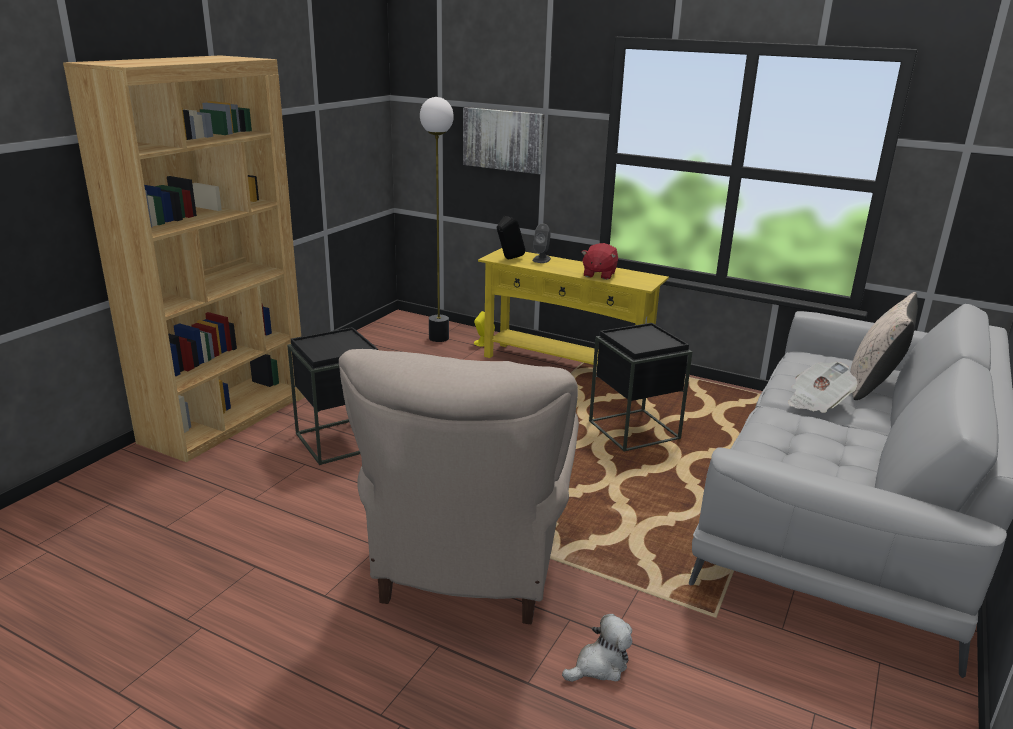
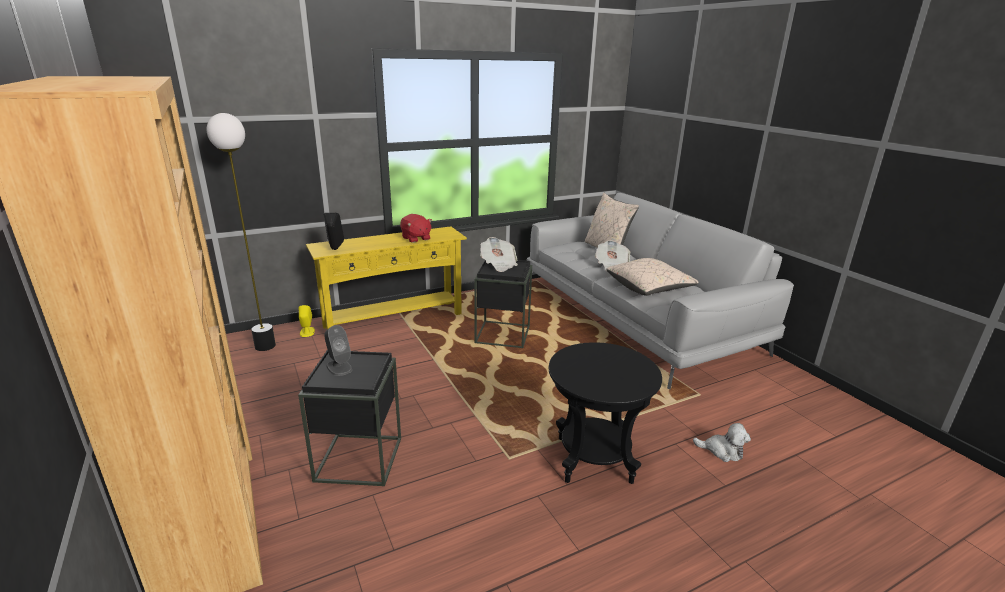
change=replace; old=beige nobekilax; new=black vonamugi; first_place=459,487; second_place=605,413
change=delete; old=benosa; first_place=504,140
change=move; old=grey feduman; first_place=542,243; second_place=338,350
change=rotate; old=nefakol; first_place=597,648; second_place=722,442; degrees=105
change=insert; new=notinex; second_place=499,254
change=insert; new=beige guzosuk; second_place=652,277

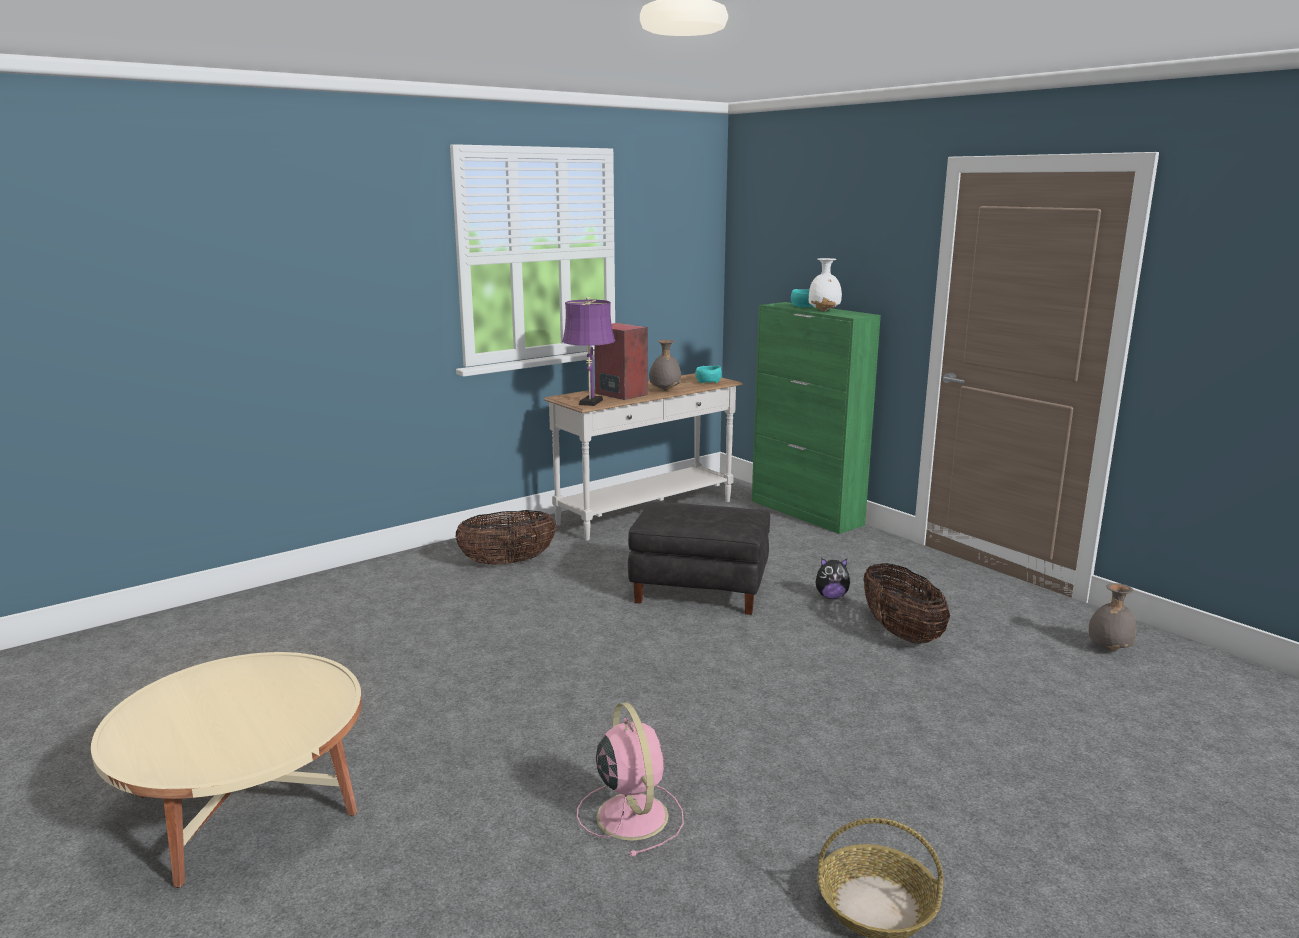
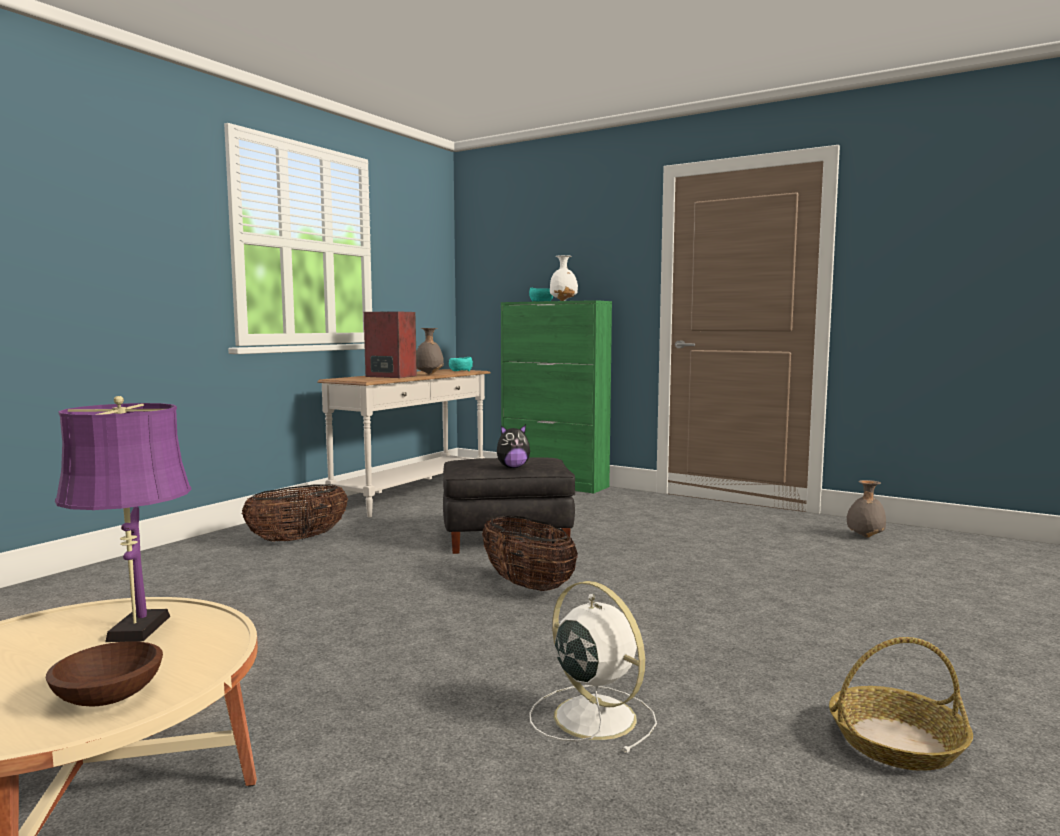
change=move; old=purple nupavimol; first_place=588,351; second_place=123,519
change=recolor; old=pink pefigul; new=white pefigul; first_place=630,779; second_place=593,667
change=move; old=nefakol; first_place=833,578; second_place=513,446
change=move; old=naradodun; first_place=907,603; second_place=530,553
change=insert; new=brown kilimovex; second_place=104,673

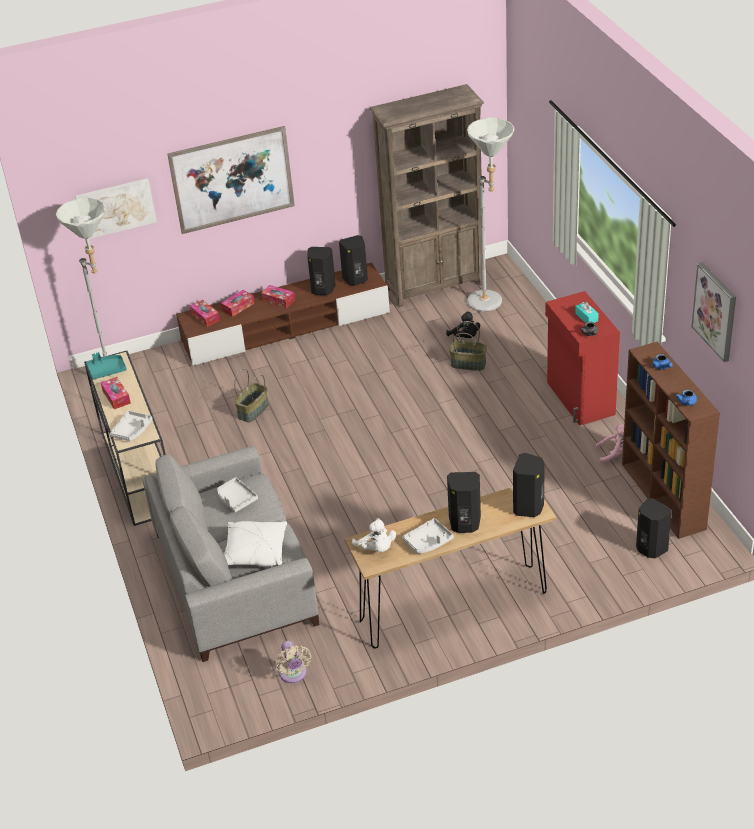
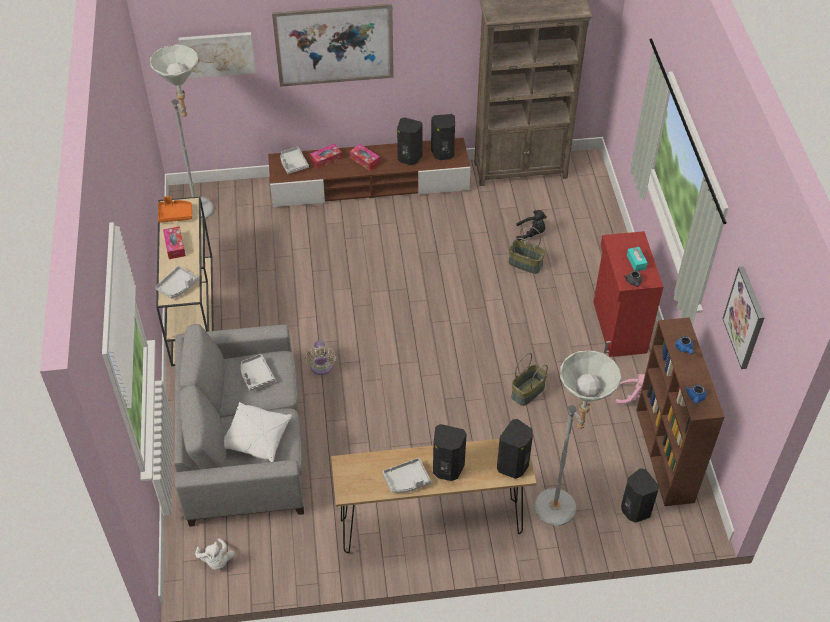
change=recolor; old=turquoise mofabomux; new=orange mofabomux; first_place=106,366; second_place=175,209
change=replace; old=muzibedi; new=grey mofabomux; first_place=205,313; second_place=295,160
change=move; old=naradodun; first_place=251,395; second_place=529,379
change=move; old=beige pefigul; first_place=293,662; second_place=320,357
change=move; old=white nefakol; first_place=374,535; second_place=214,554
change=rotate; old=black nefakol; first_place=463,324; second_place=531,225; degrees=-60
change=move; old=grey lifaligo; first_place=490,215; second_place=577,438

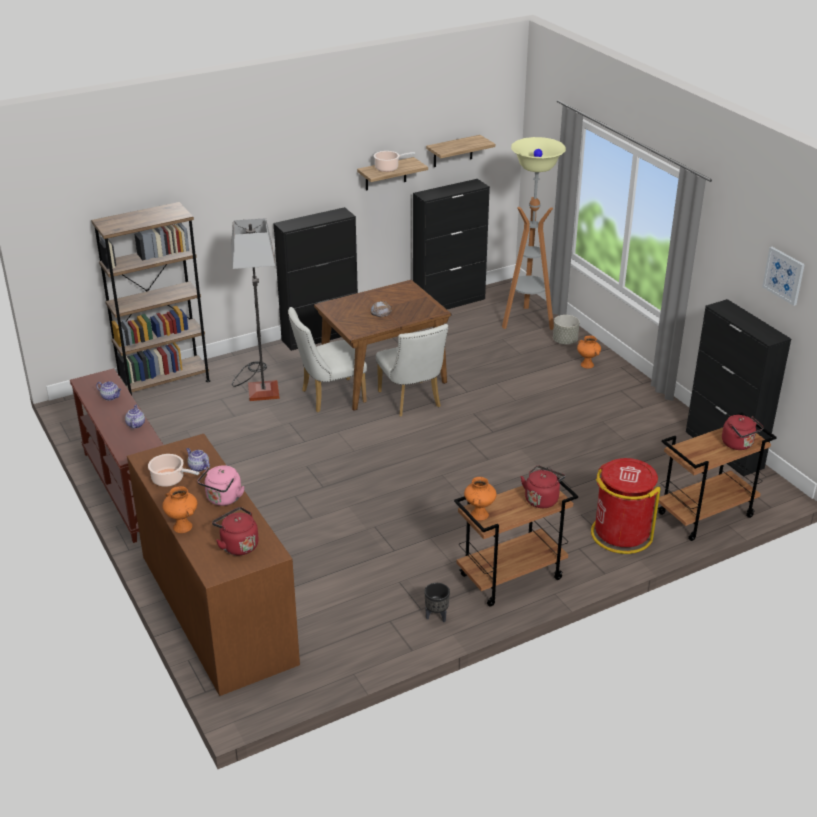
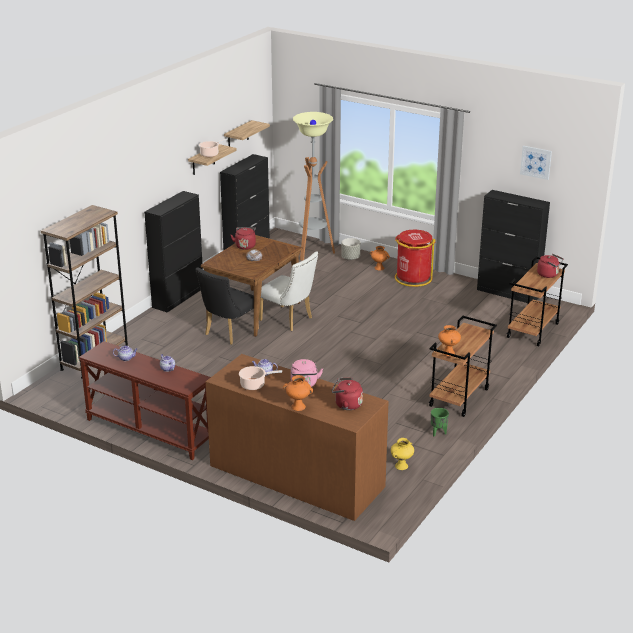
change=delete; old=lifaligo; first_place=255,309
change=recolor; old=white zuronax; new=black zuronax; first_place=327,359; second_place=227,306
change=recolor; old=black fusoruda; new=green fusoruda; first_place=437,602; second_place=440,422
change=move; old=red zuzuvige; first_place=543,486; second_place=243,238
change=move; old=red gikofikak; first_place=626,506; second_place=415,258
change=insert; new=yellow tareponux; second_place=402,454

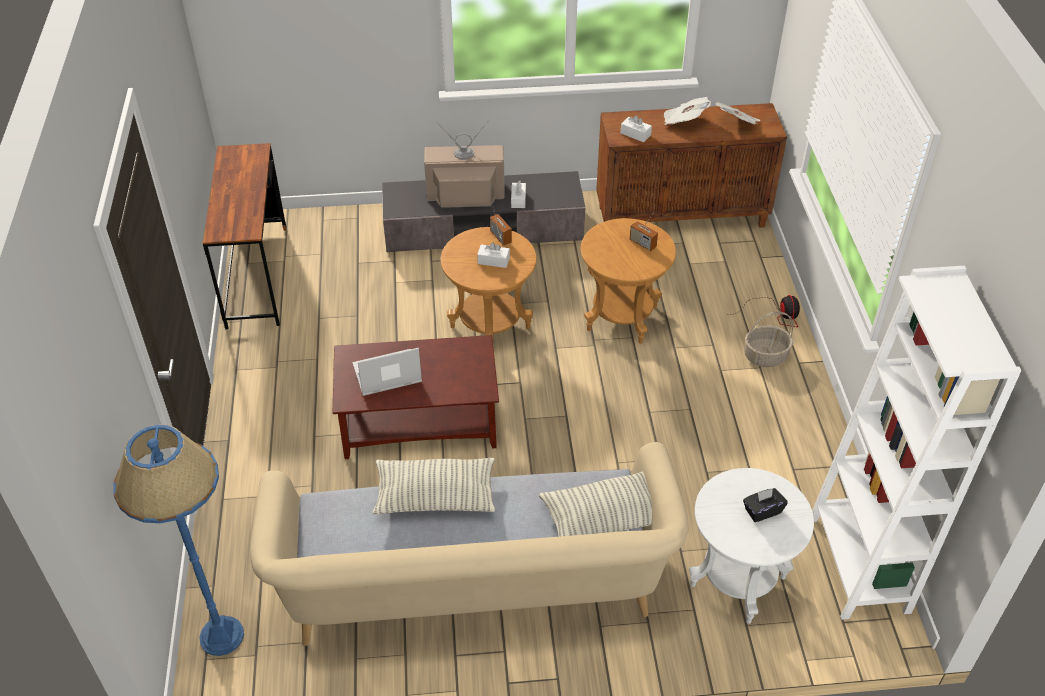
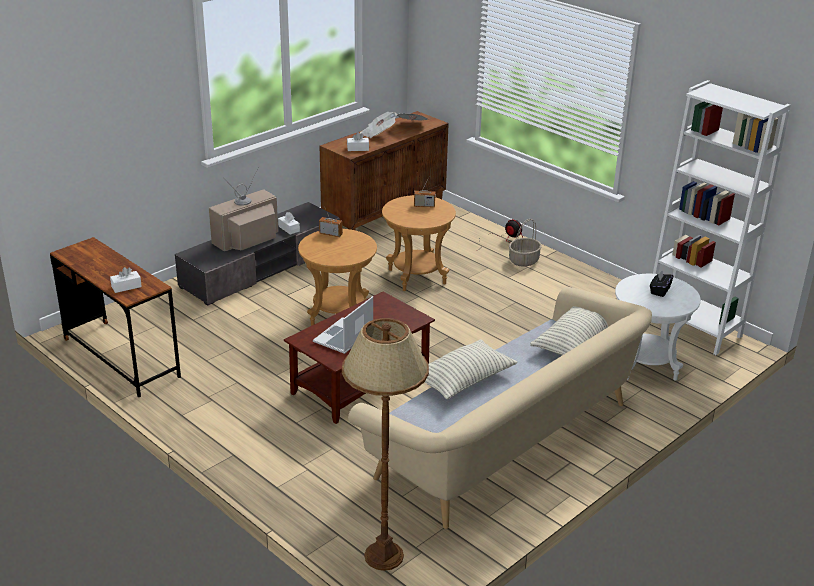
change=recolor; old=blue lifaligo; new=brown lifaligo; first_place=178,540; second_place=385,444
change=move; old=white muzibedi; first_place=493,255; second_place=126,280

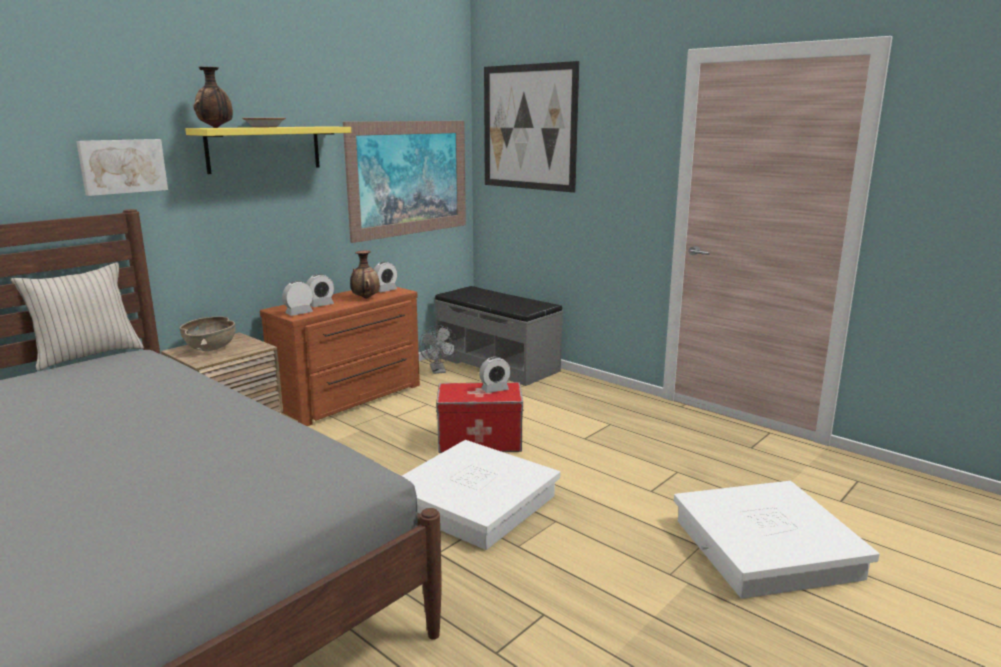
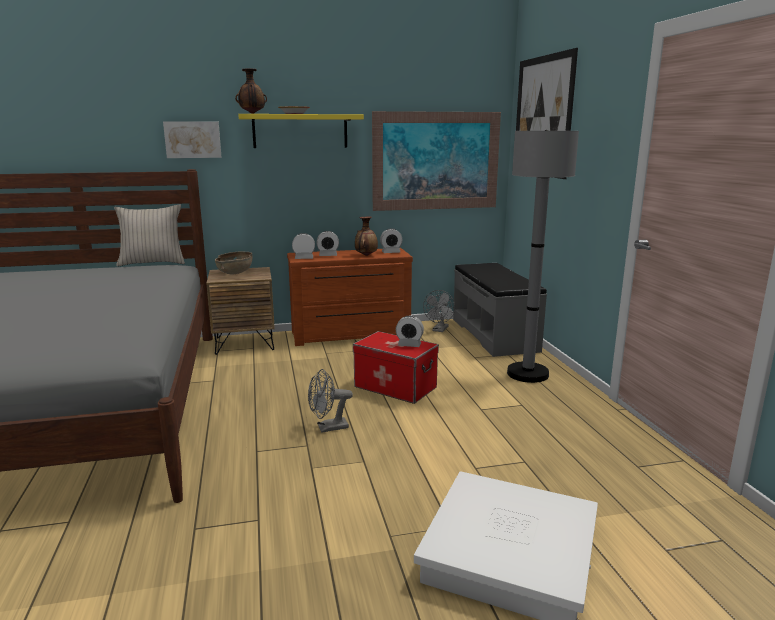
change=replace; old=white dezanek; new=grey pefigul; first_place=481,495; second_place=330,401
change=insert; new=grey lifaligo; second_place=543,256

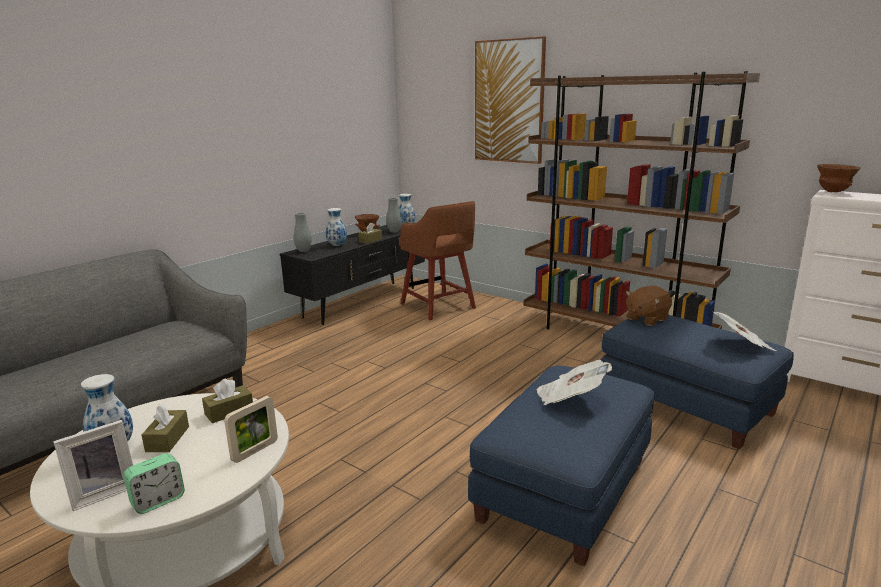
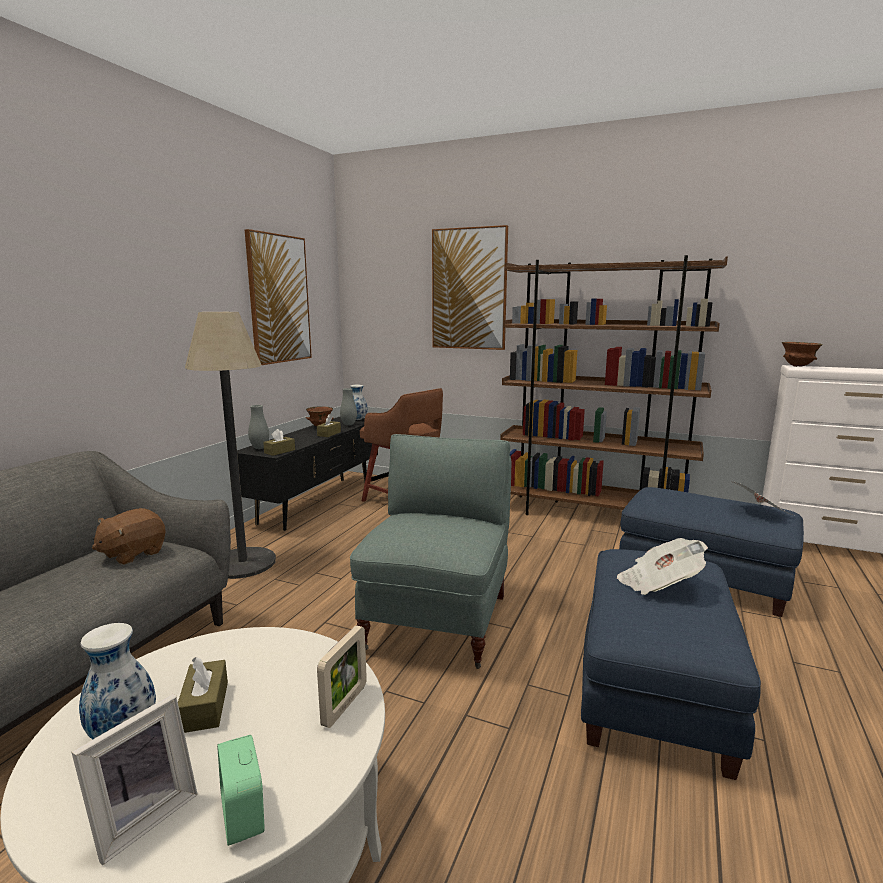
change=rotate; old=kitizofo; first_place=154,483; second_place=241,790; degrees=120
change=move; old=brown muzibedi; first_place=227,400; second_place=279,442
change=delete; old=tareponux; first_place=336,227
change=move; old=brown nefakol; first_place=649,306; second_place=129,536
change=insert; new=lifaligo; second_place=230,445
change=insert; new=benosa; second_place=278,297
change=insert; new=grey nobekilax; second_place=431,551

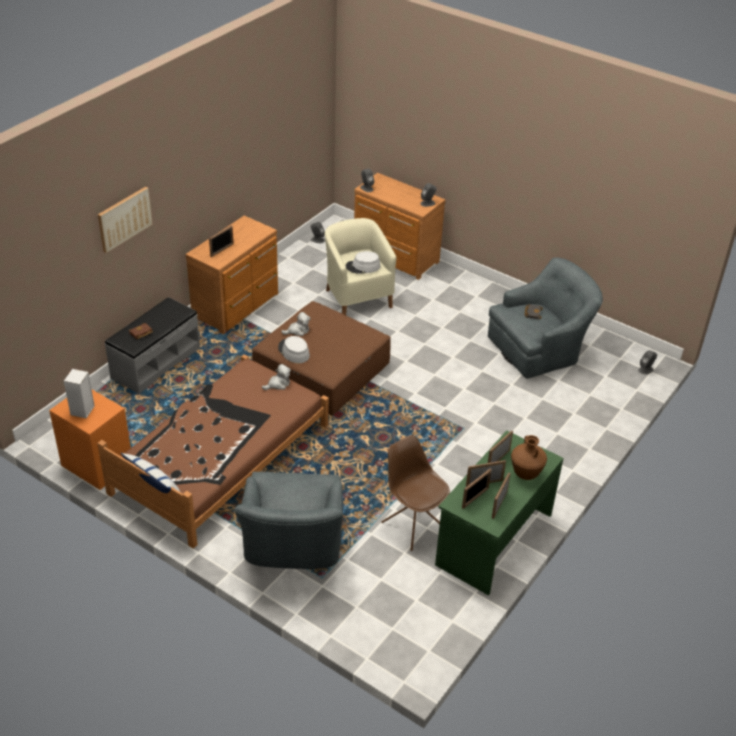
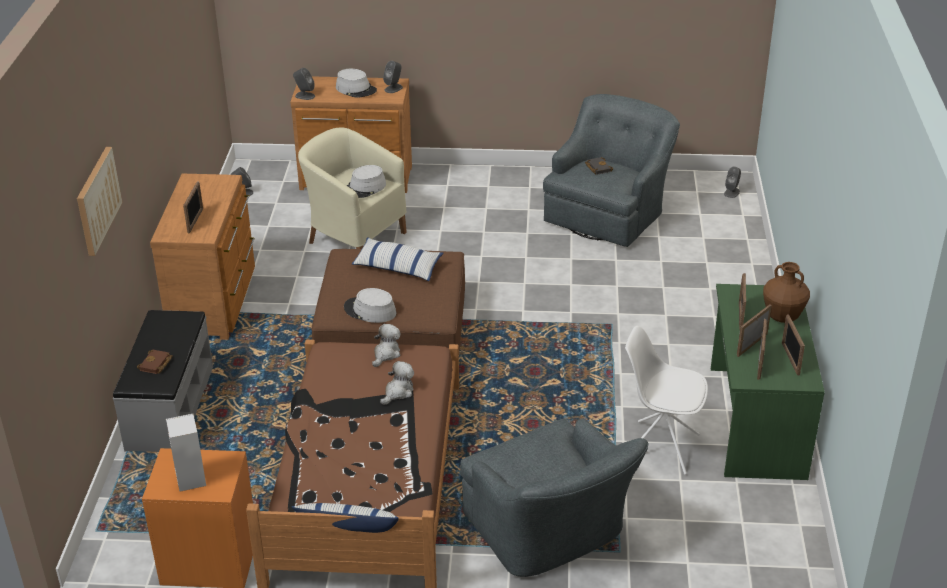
change=move; old=nefakol; first_place=296,324; second_place=397,383
change=recolor; old=brown zuronax; new=white zuronax; first_place=415,493; second_place=666,400
change=insert; new=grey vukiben; second_place=356,83
change=insert; new=guzosuk; second_place=398,259

